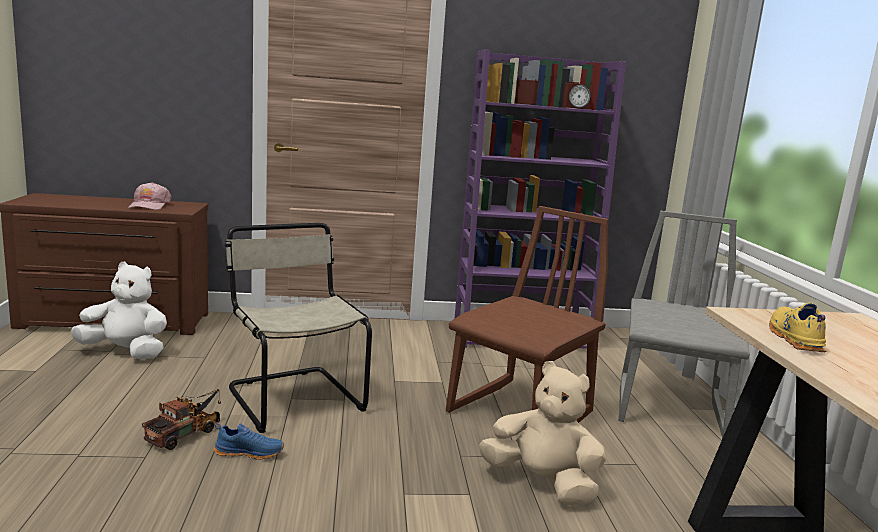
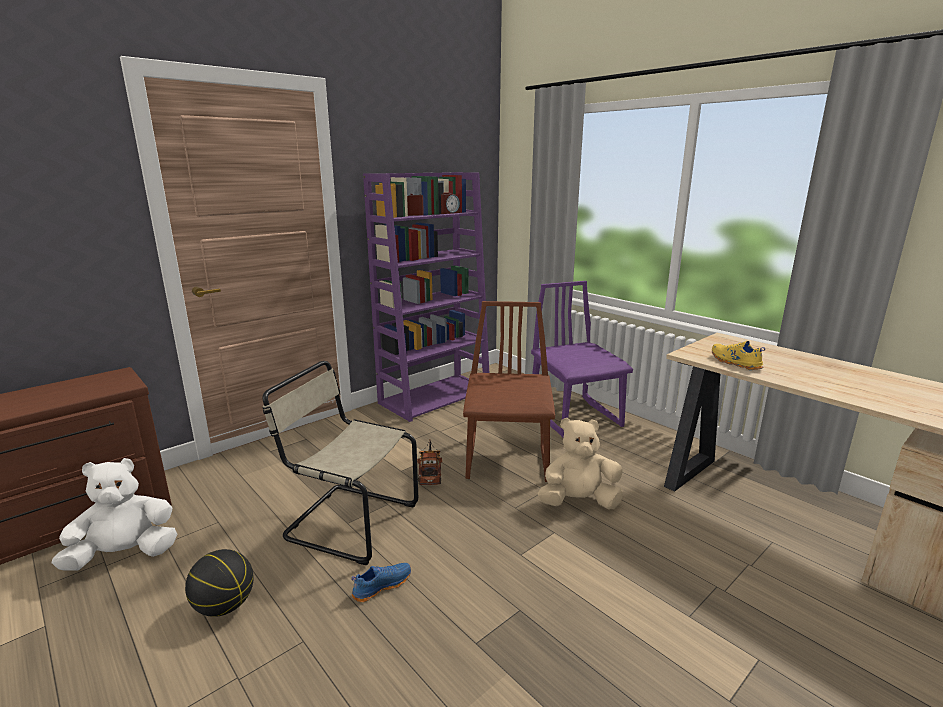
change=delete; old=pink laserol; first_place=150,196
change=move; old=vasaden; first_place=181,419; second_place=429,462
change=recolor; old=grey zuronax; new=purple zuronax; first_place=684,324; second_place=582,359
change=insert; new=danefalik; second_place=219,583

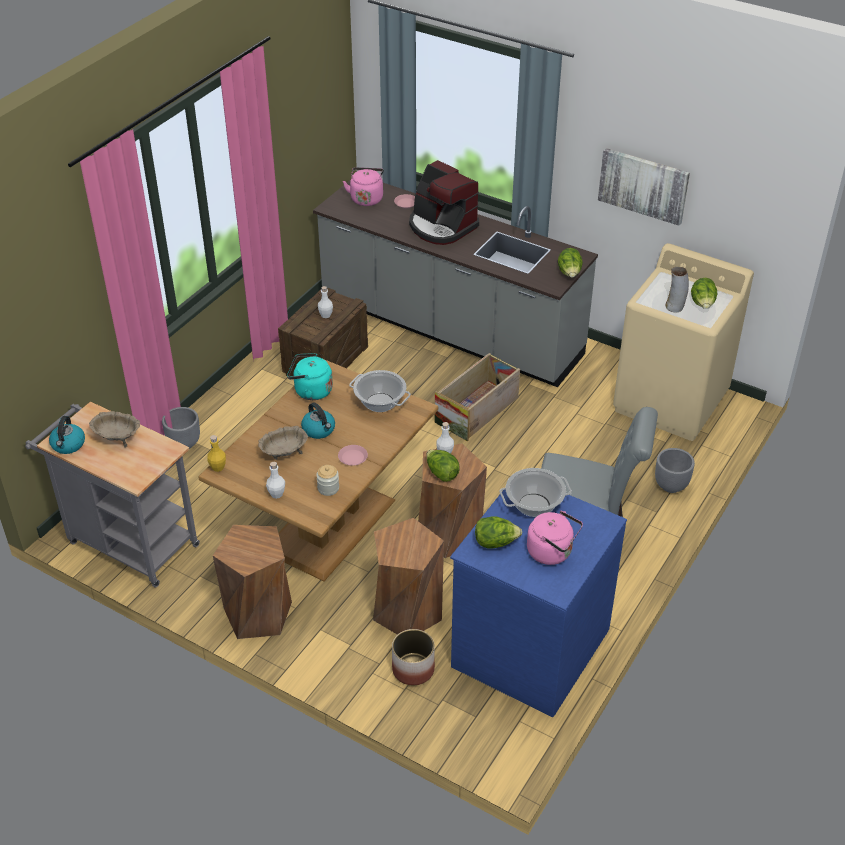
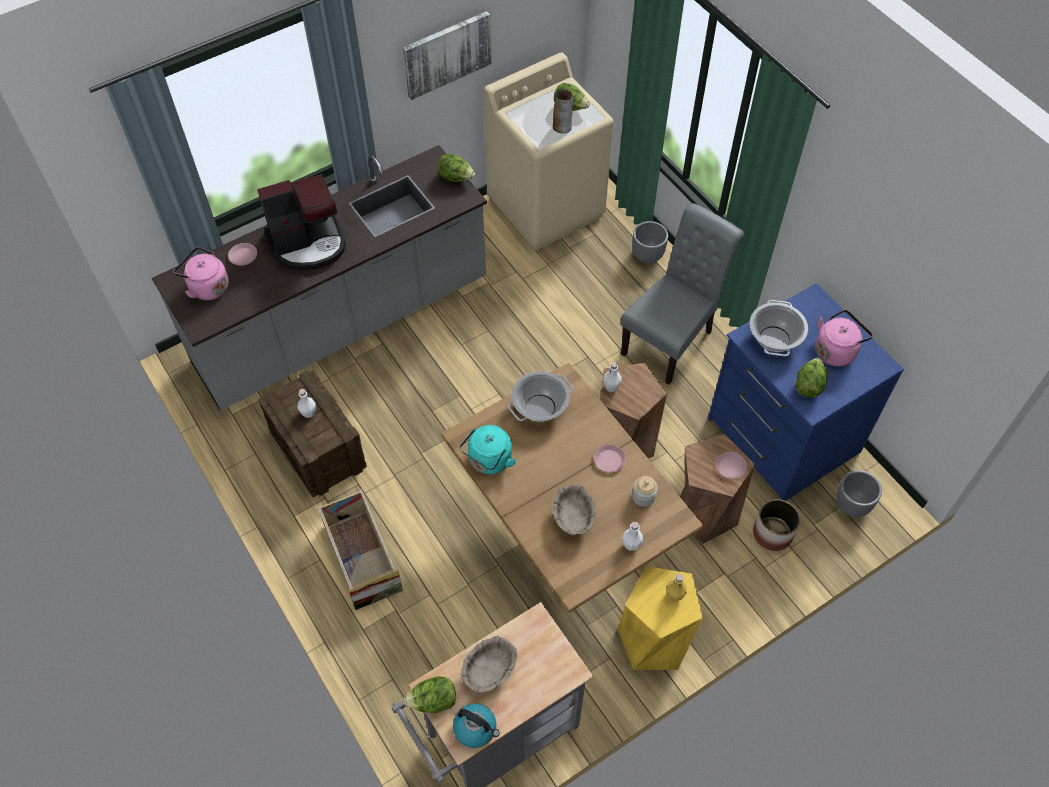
change=move; old=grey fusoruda; first_place=181,428; second_place=859,493
change=move; old=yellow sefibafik; first_place=216,453; second_place=676,588
change=recolor; old=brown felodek; new=yellow felodek; first_place=252,582; second_place=660,618
change=delete; old=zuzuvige; first_place=318,420
change=move; old=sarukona; first_place=443,466; second_place=429,694
change=move; old=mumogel; first_place=477,397; second_place=360,549
change=insert; new=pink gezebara; second_place=731,465

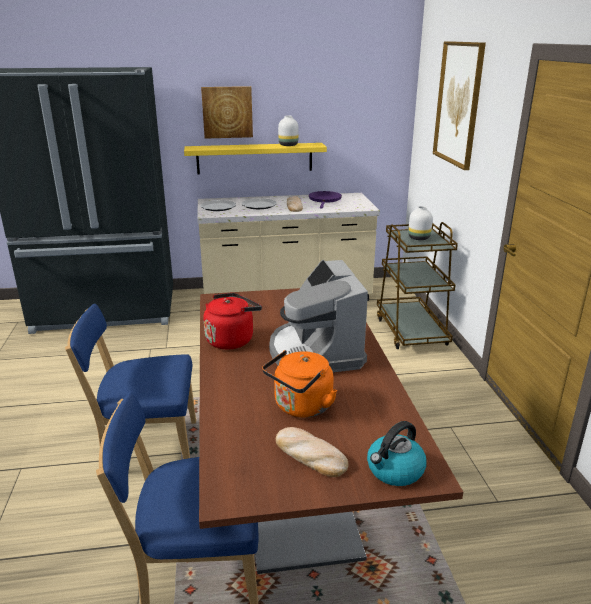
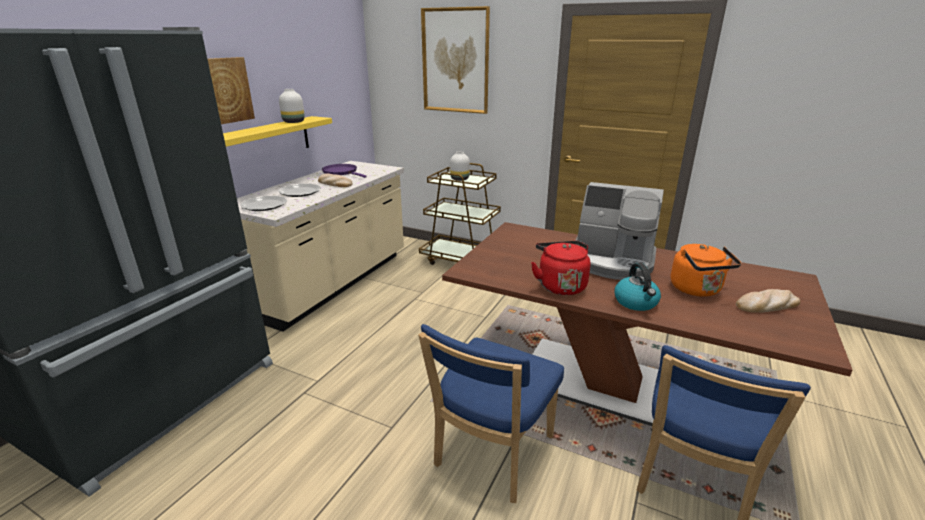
change=move; old=zuzuvige; first_place=397,453; second_place=638,287

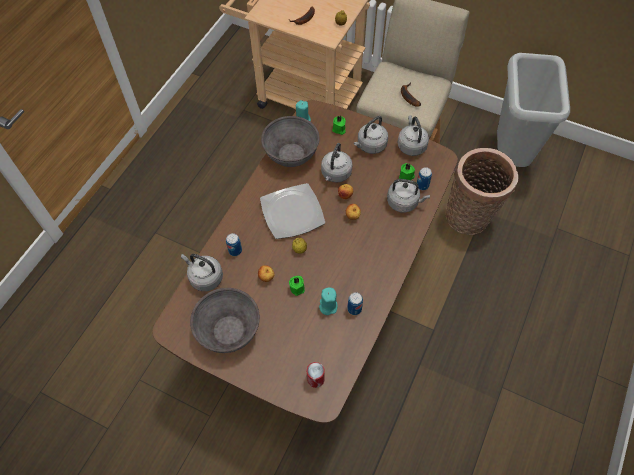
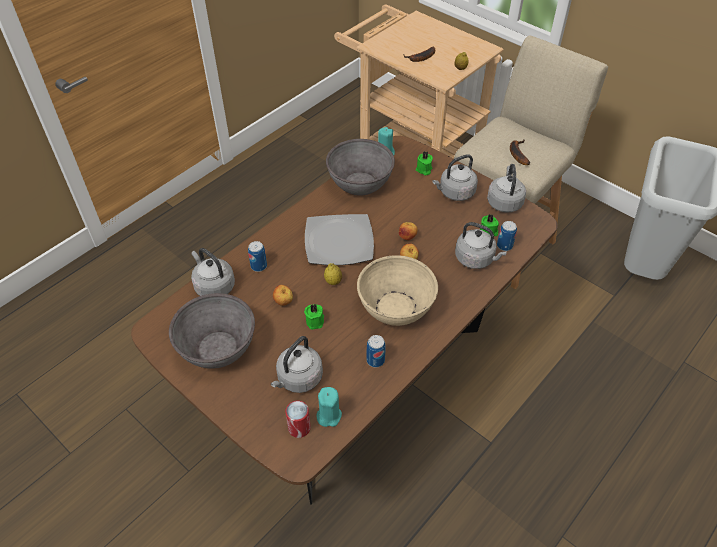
change=move; old=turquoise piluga; first_place=328,301; second_place=329,407
change=move; old=grey zuzuvige; first_place=337,163; second_place=297,364
change=delete; old=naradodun; first_place=482,191
change=insert; new=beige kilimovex; second_place=397,290

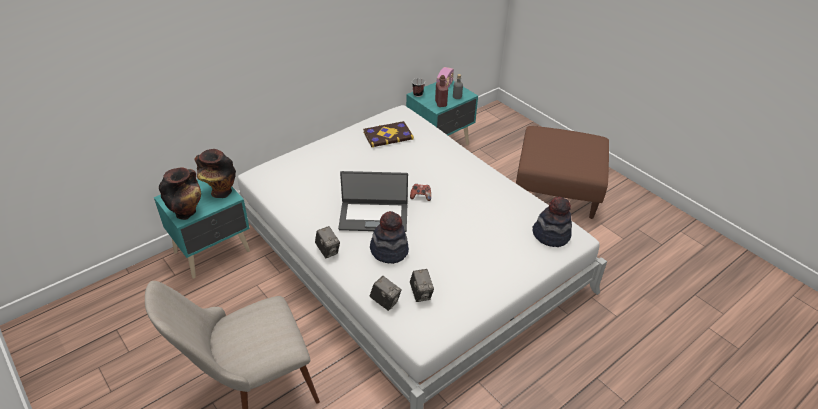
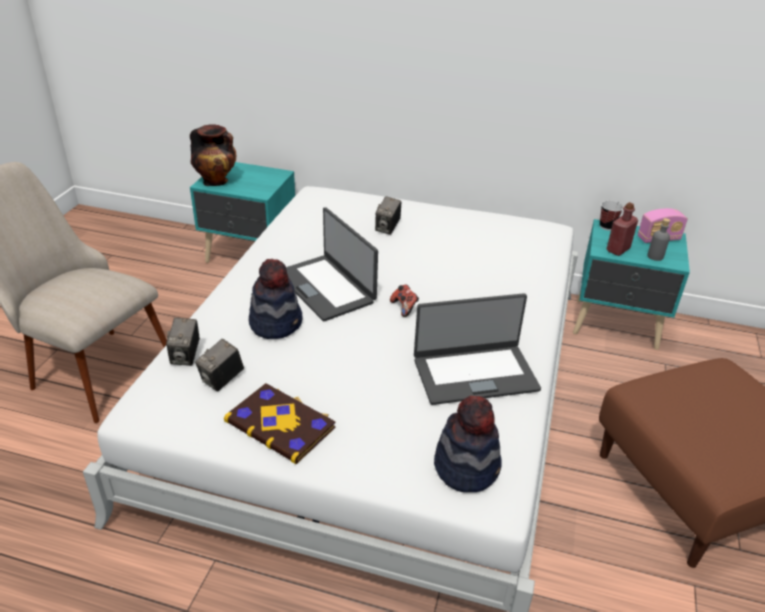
change=delete; old=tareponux; first_place=215,173
change=move; old=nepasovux; first_place=327,242; second_place=388,215
change=move; old=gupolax; first_place=388,134; second_place=280,423
change=insert; new=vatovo; second_place=477,349

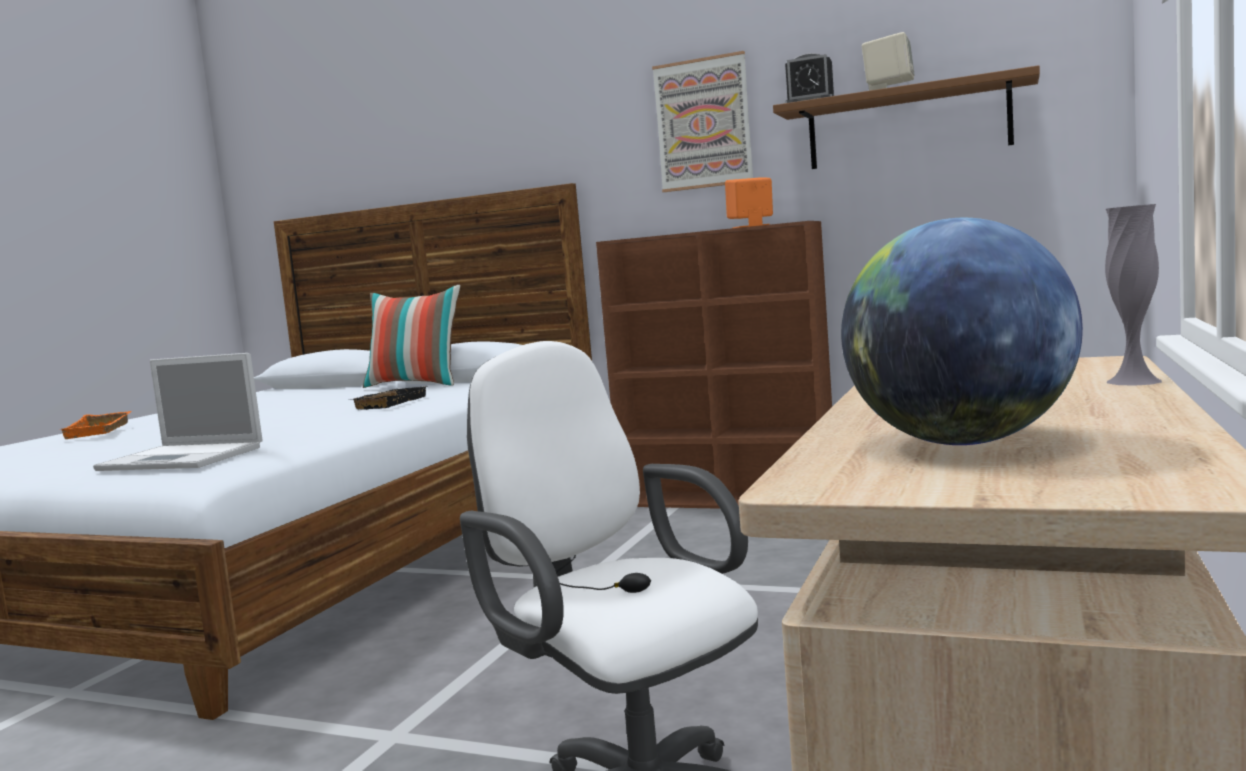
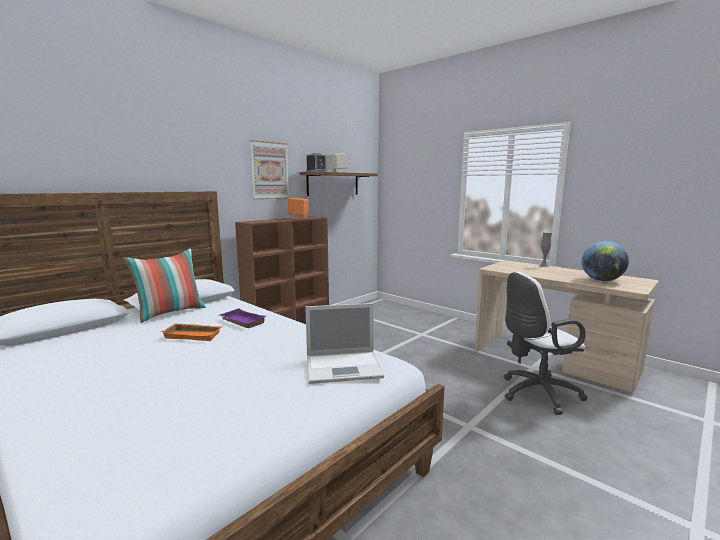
change=move; old=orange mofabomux; first_place=96,425; second_place=191,332
change=rotate; old=vatovo; first_place=178,412; second_place=344,343; degrees=45
change=recolor; old=black mofabomux; new=purple mofabomux; first_place=389,398; second_place=242,318

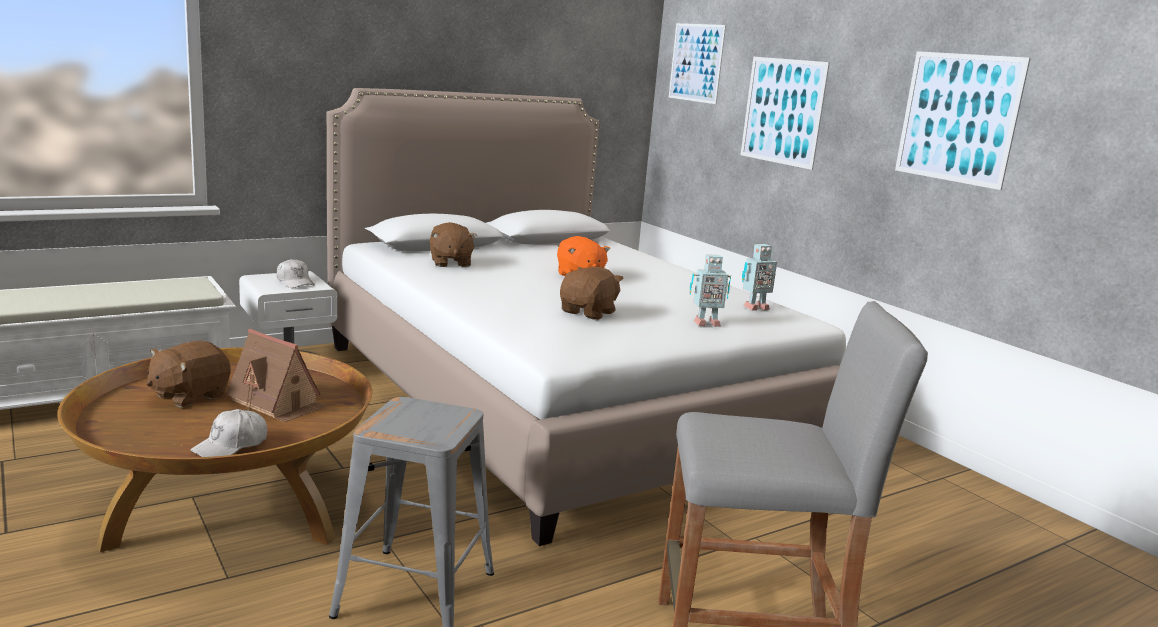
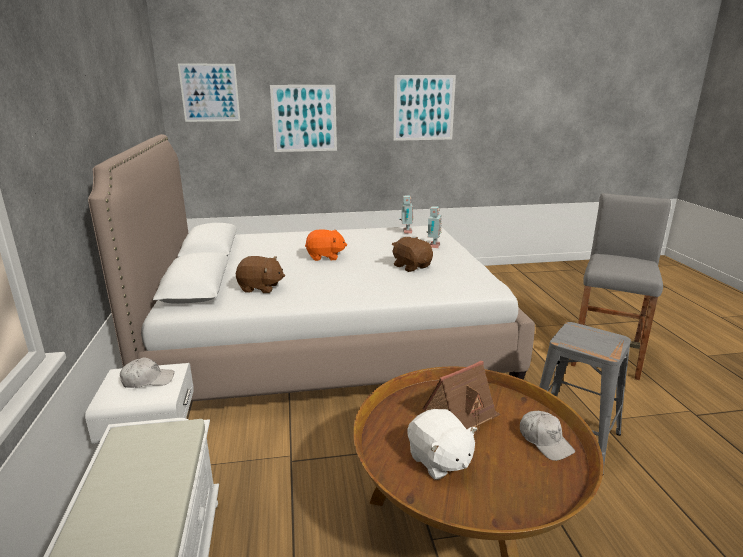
change=recolor; old=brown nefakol; new=white nefakol; first_place=188,374; second_place=442,444

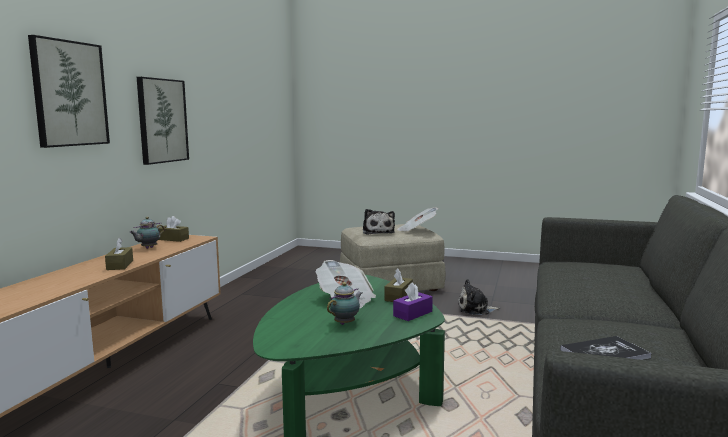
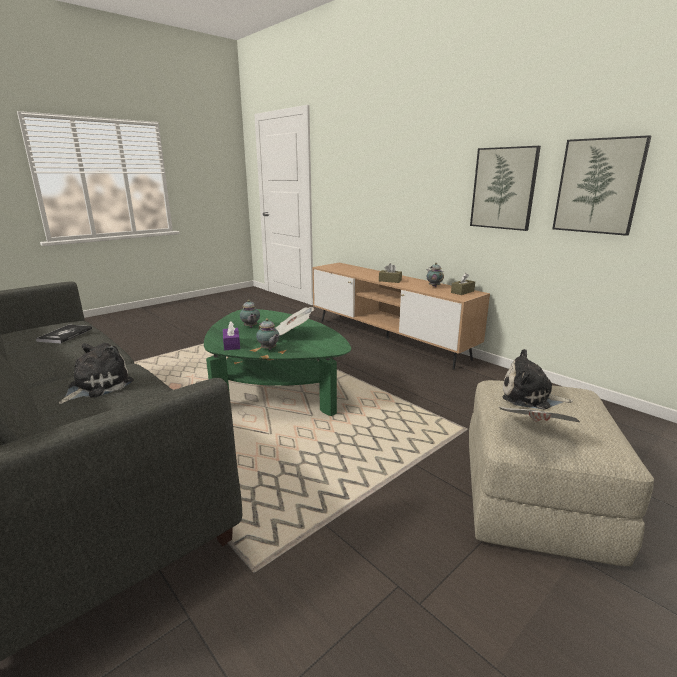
change=move; old=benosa; first_place=69,91; second_place=601,185
change=replace; old=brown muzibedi; new=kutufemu; first_place=398,285; second_place=268,334
change=move; old=nefakol; first_place=479,297; second_place=96,373

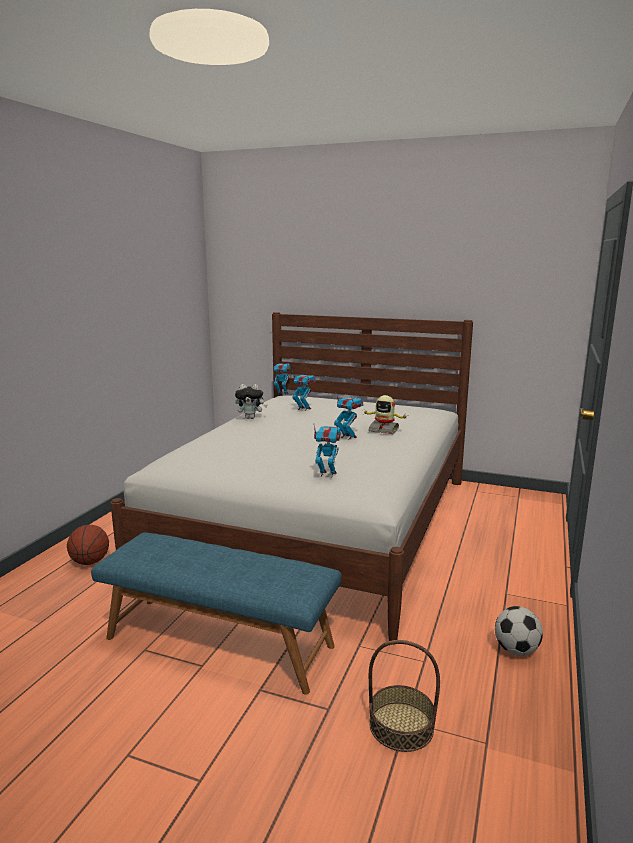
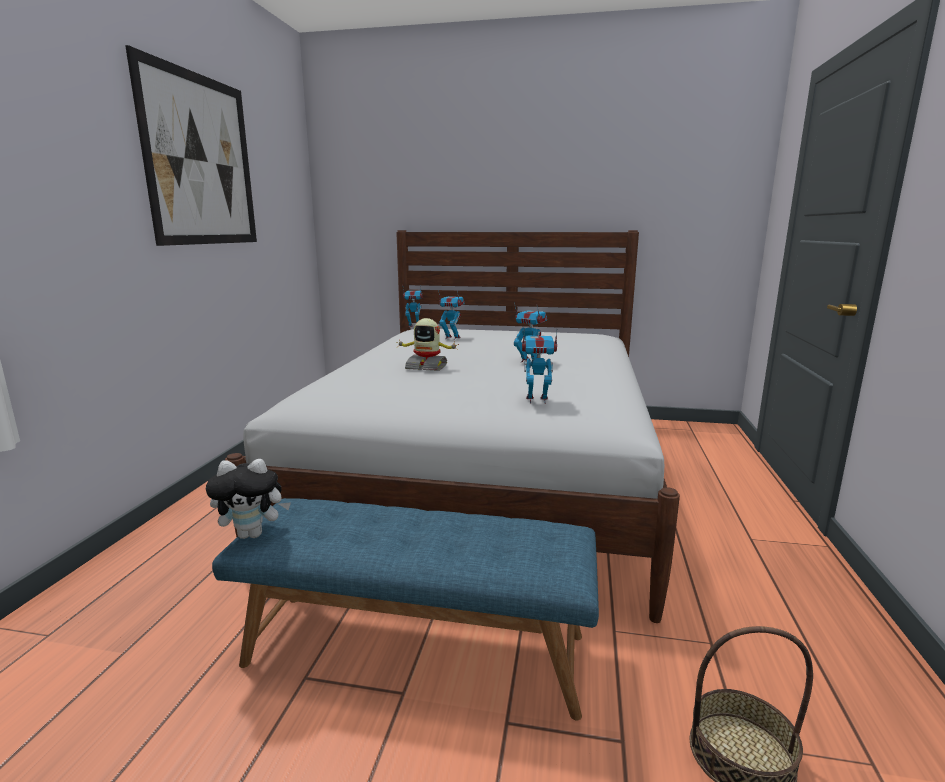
change=delete; old=danefalik; first_place=88,545
change=move; old=nefakol; first_place=251,401; second_place=248,499
change=move; old=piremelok; first_place=385,414; second_place=427,344
change=delete; old=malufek; first_place=519,631
change=insert; new=benosa; second_place=191,145

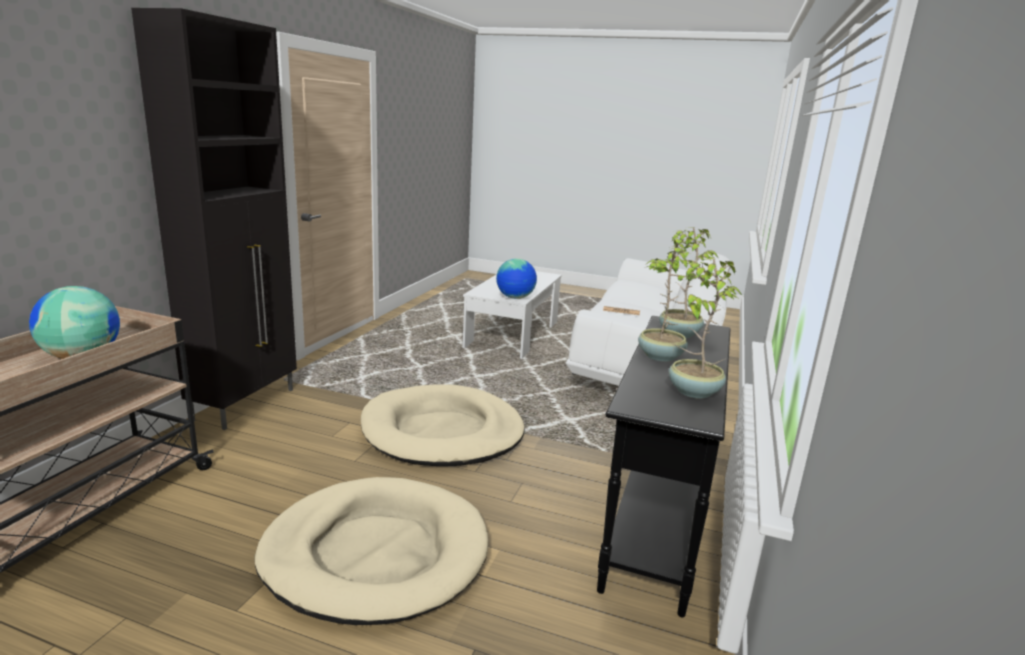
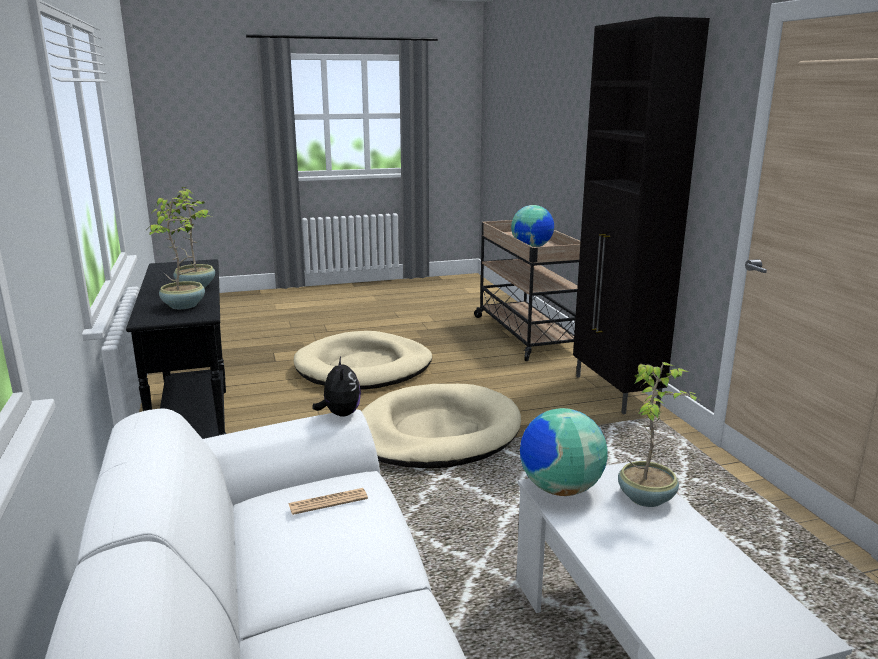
change=move; old=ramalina; first_place=705,328; second_place=657,434
change=insert; new=nefakol; second_place=336,387

